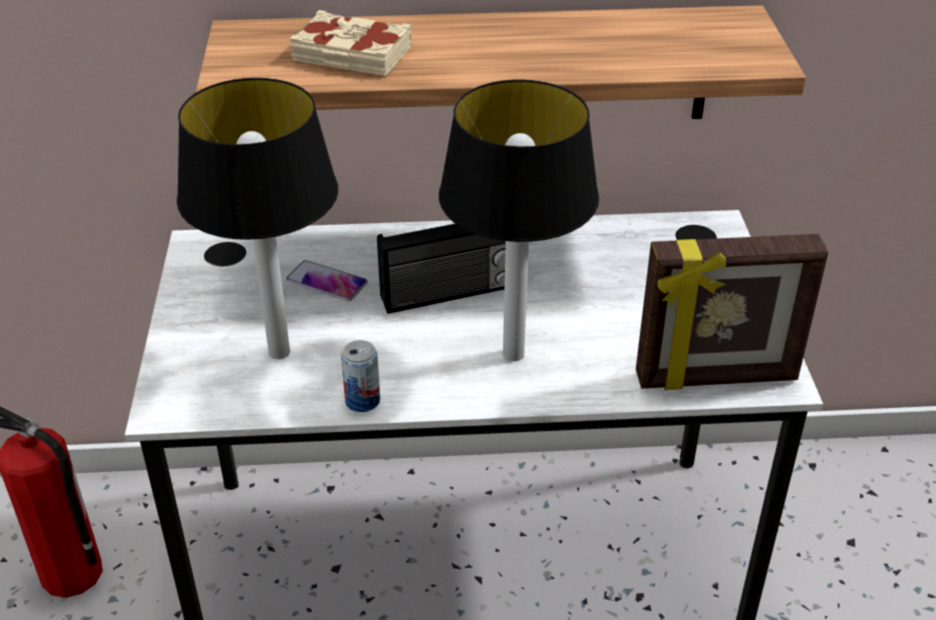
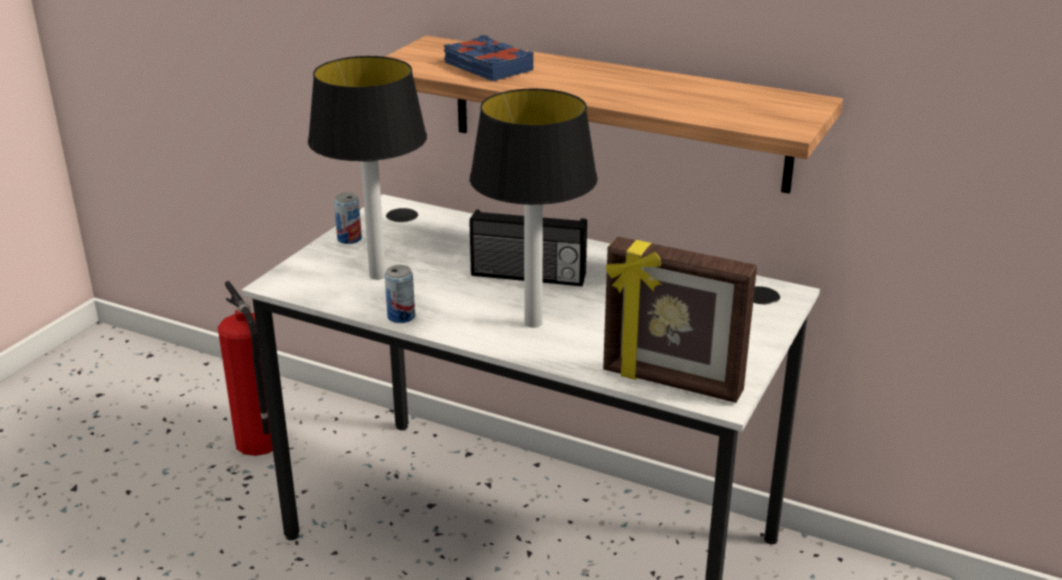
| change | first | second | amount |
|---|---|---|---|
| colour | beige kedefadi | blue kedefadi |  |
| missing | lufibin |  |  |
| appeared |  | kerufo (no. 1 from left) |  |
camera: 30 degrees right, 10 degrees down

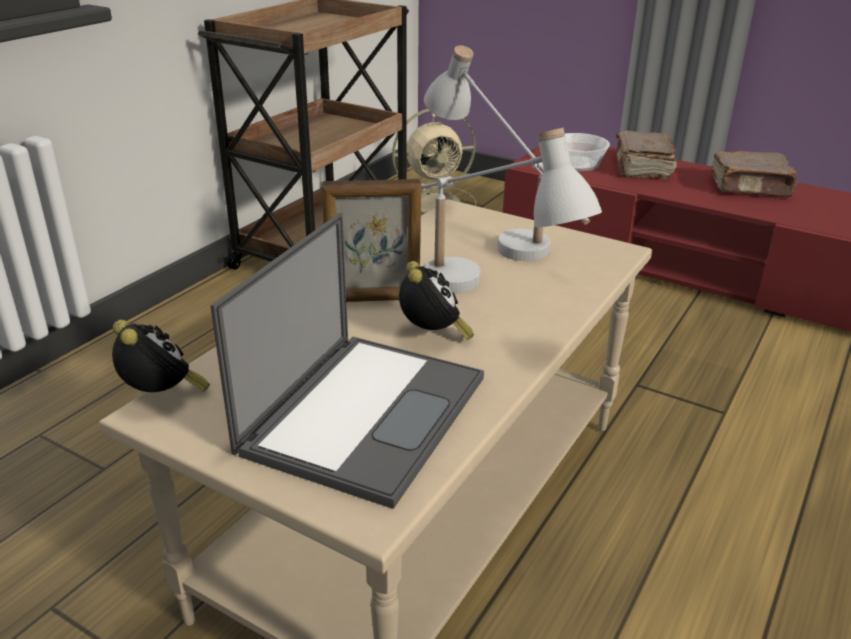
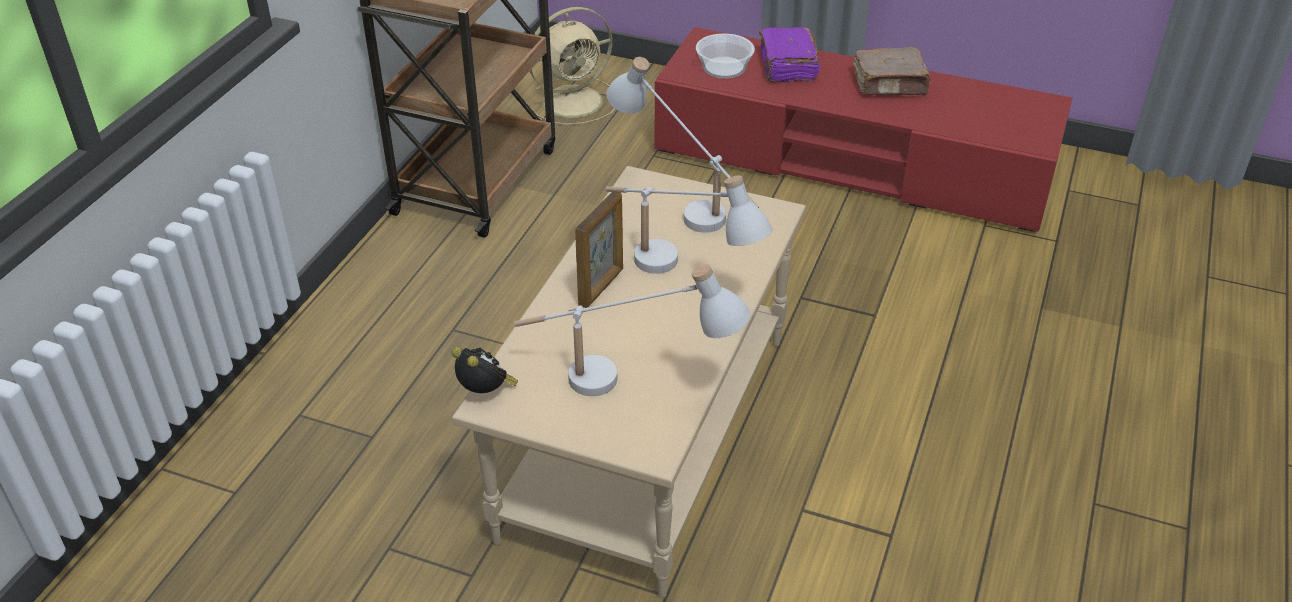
| change | first | second | amount |
|---|---|---|---|
| colour | brown kedefadi (no. 1 from left) | purple kedefadi |  |
| spun | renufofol |  | 45 degrees counterclockwise |
| exchanged | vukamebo | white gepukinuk (no. 1 from left) |  |
| missing | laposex (no. 2 from left) |  |  |
camera: 10 degrees left, 10 degrees up

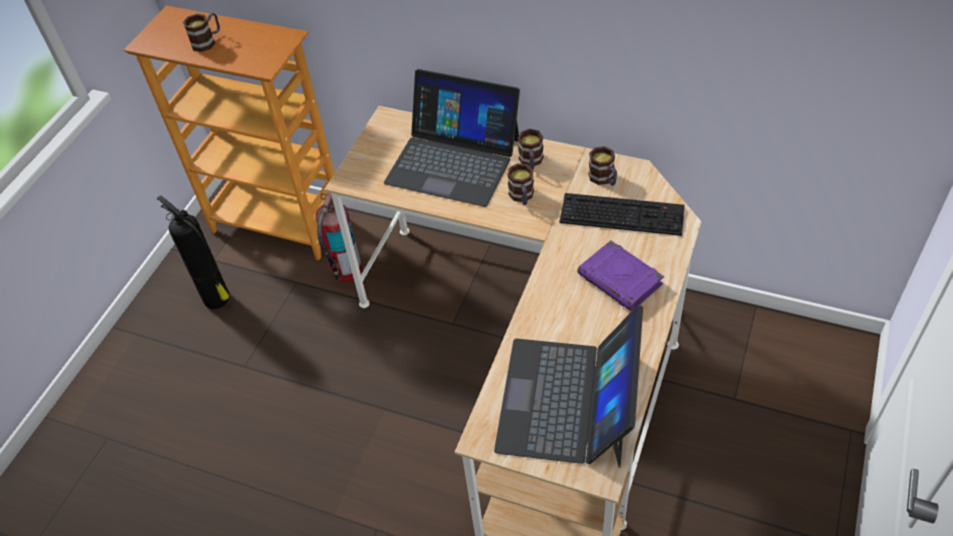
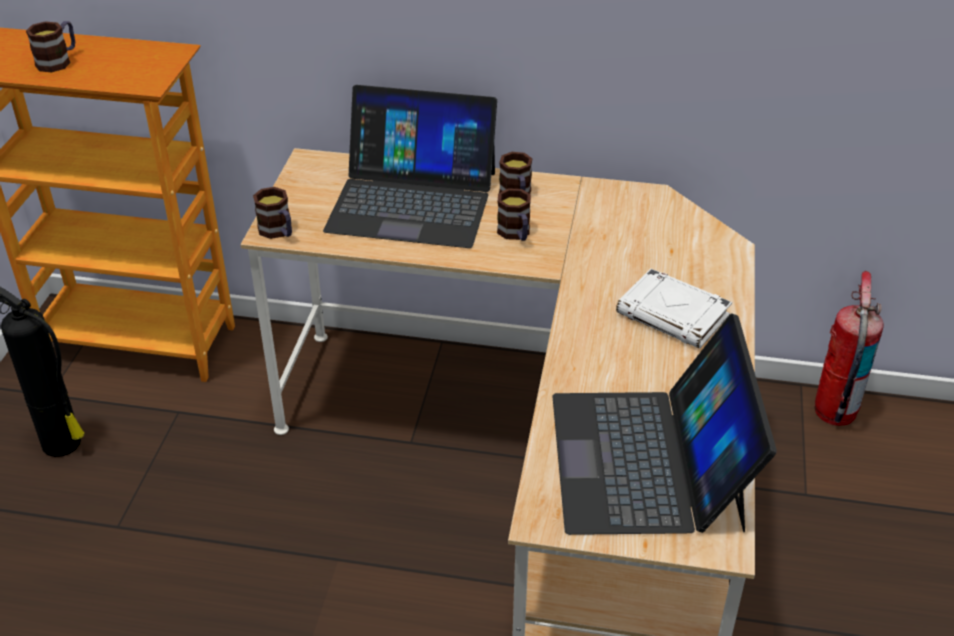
| change | first | second | amount |
|---|---|---|---|
| relocated | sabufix (no. 4 from left in the first image) | sabufix (no. 2 from left) |  |
| relocated | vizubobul (no. 2 from left) |  |  |
| missing | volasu |  |  |
| colour | purple kedefadi | white kedefadi |  |
camera: 15 degrees left, 10 degrees down

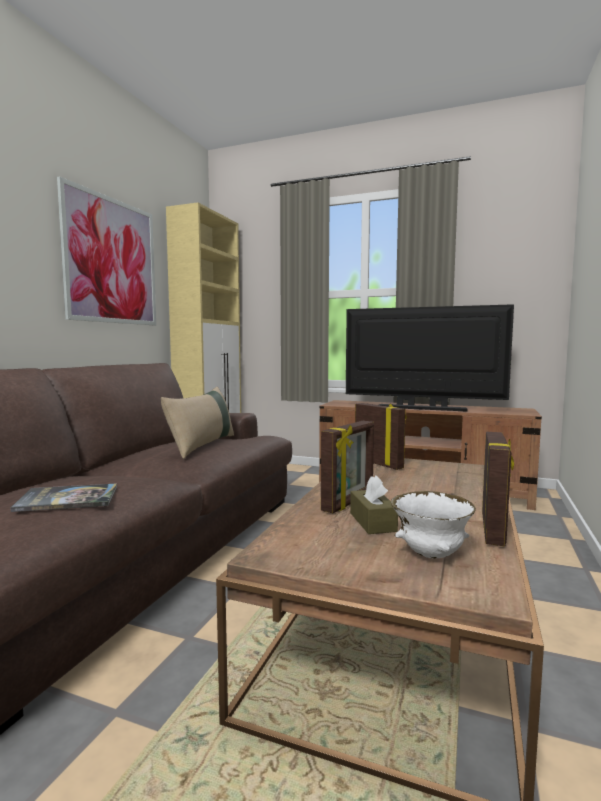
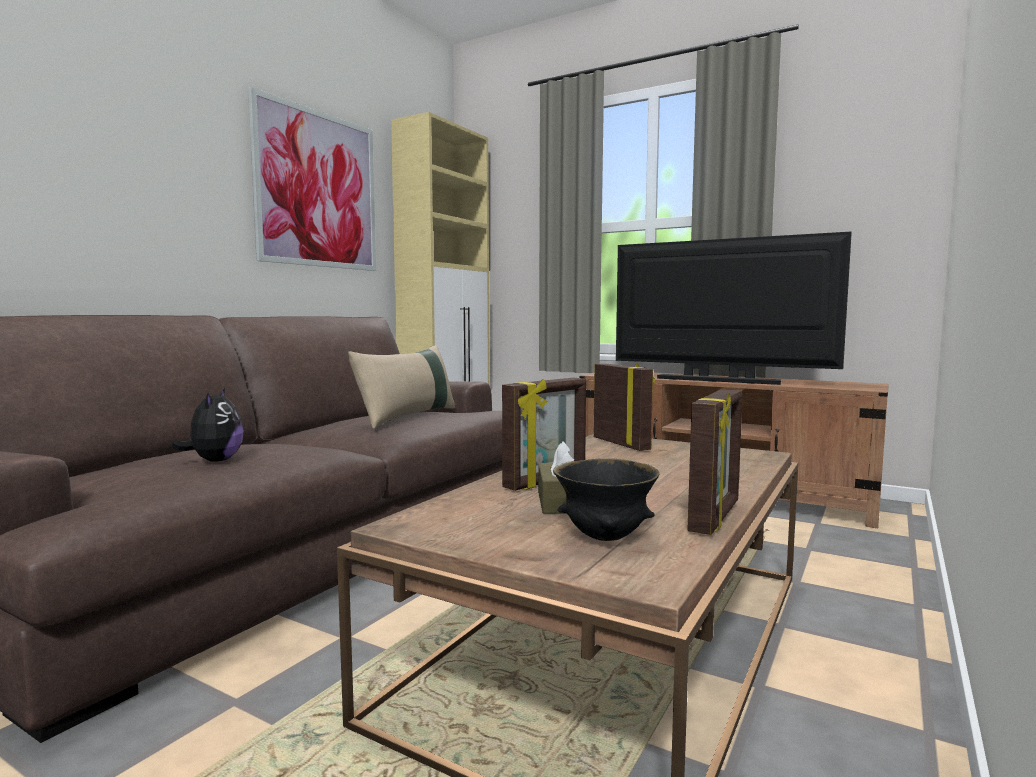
| change | first | second | amount |
|---|---|---|---|
| exchanged | kedefadi | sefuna |  |
| colour | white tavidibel | black tavidibel |  |
camera: 10 degrees right, 0 degrees up

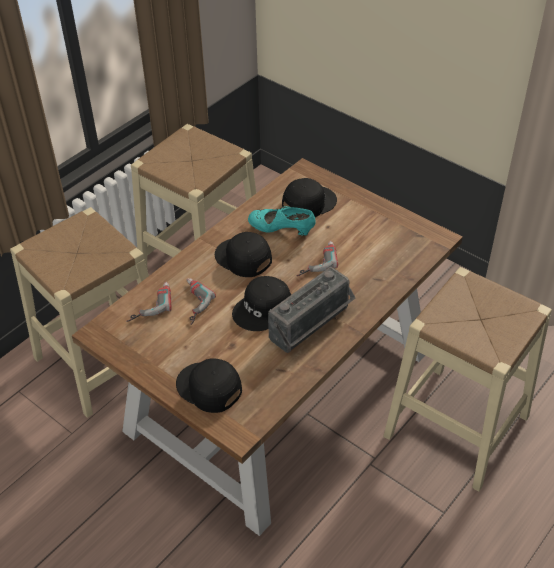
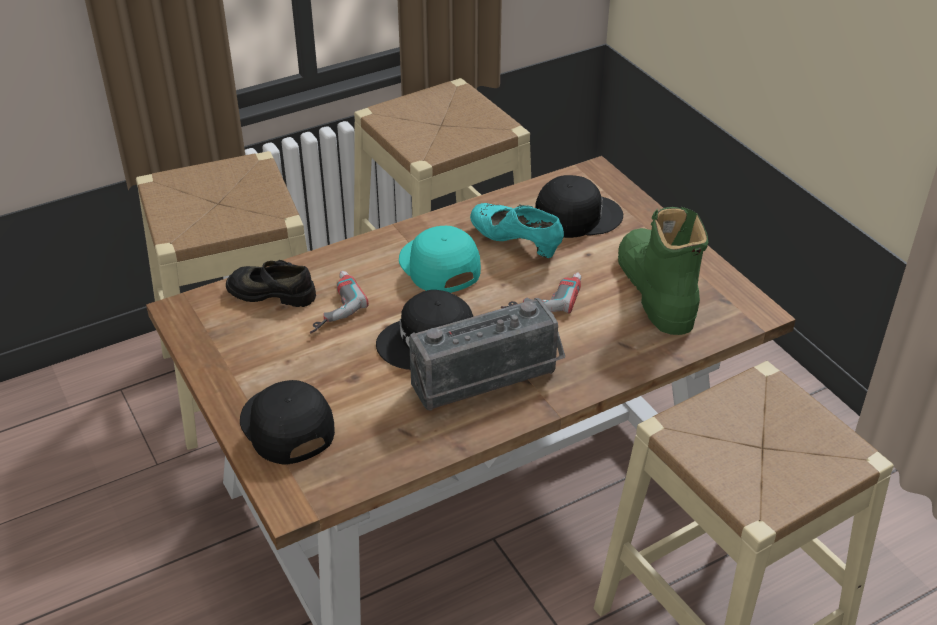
| change | first | second | amount |
|---|---|---|---|
| colour | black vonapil (no. 2 from left) | turquoise vonapil |  |
| exchanged | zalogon (no. 1 from left) | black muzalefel |  |
| appeared |  | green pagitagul |  |
camera: 20 degrees right, 5 degrees down

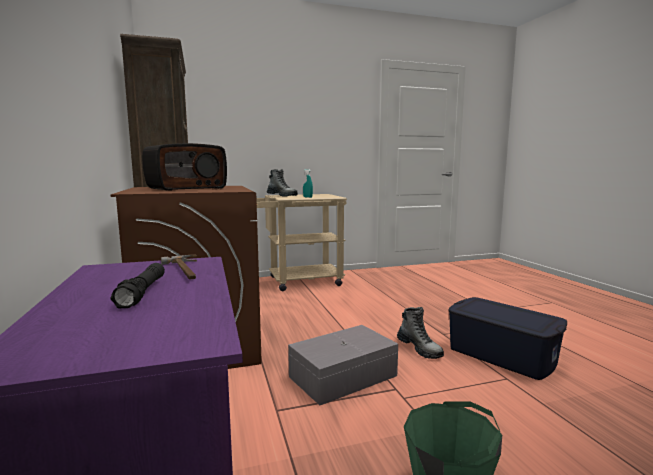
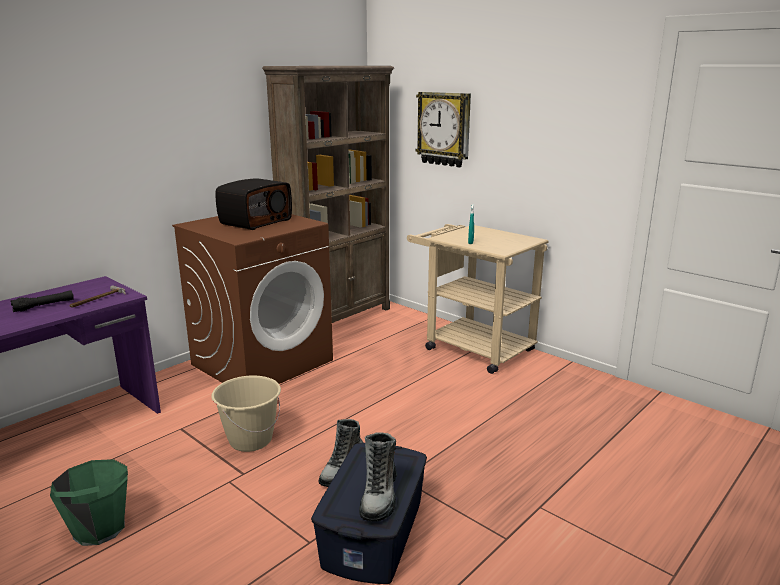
| change | first | second | amount |
|---|---|---|---|
| spun | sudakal |  | 75 degrees counterclockwise |
| relocated | pagitagul (no. 1 from left in the first image) | pagitagul (no. 2 from left) |  |
| exchanged | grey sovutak | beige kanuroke |  |
| appeared |  | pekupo |  |
camera: 60 degrees right, 10 degrees up

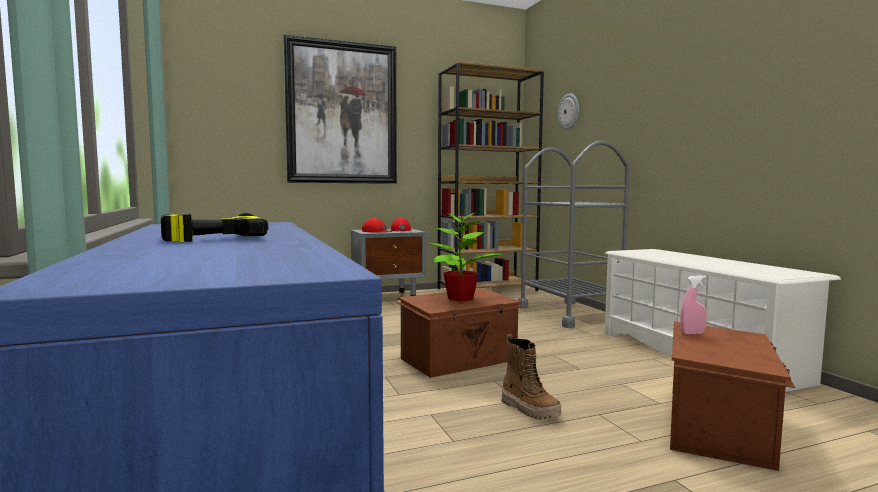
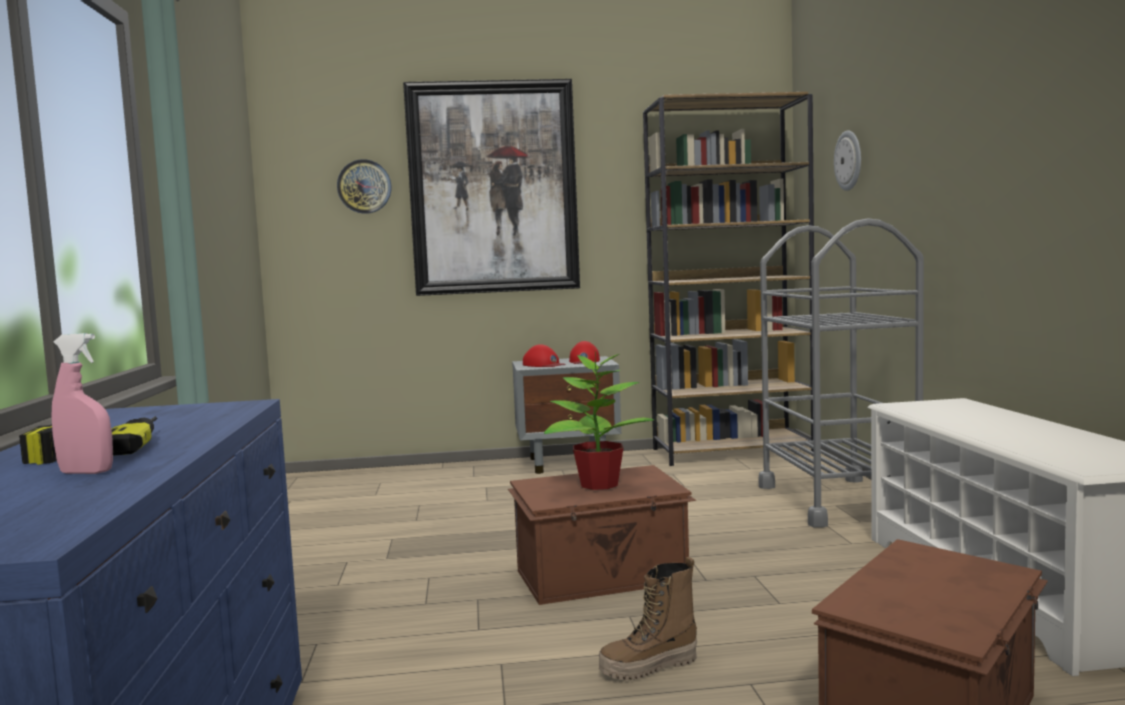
| change | first | second | amount |
|---|---|---|---|
| relocated | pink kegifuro |  |  |
| spun | pagitagul |  | 90 degrees clockwise |
| appeared |  | pekupo (no. 1 from left) |  |
camera: 15 degrees right, 0 degrees up

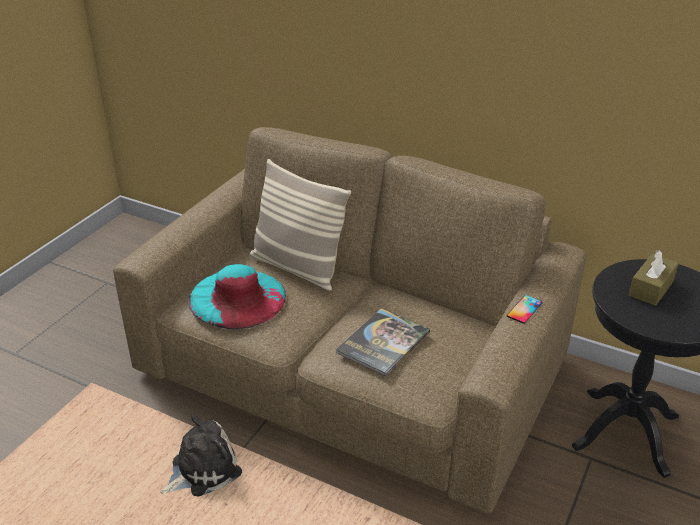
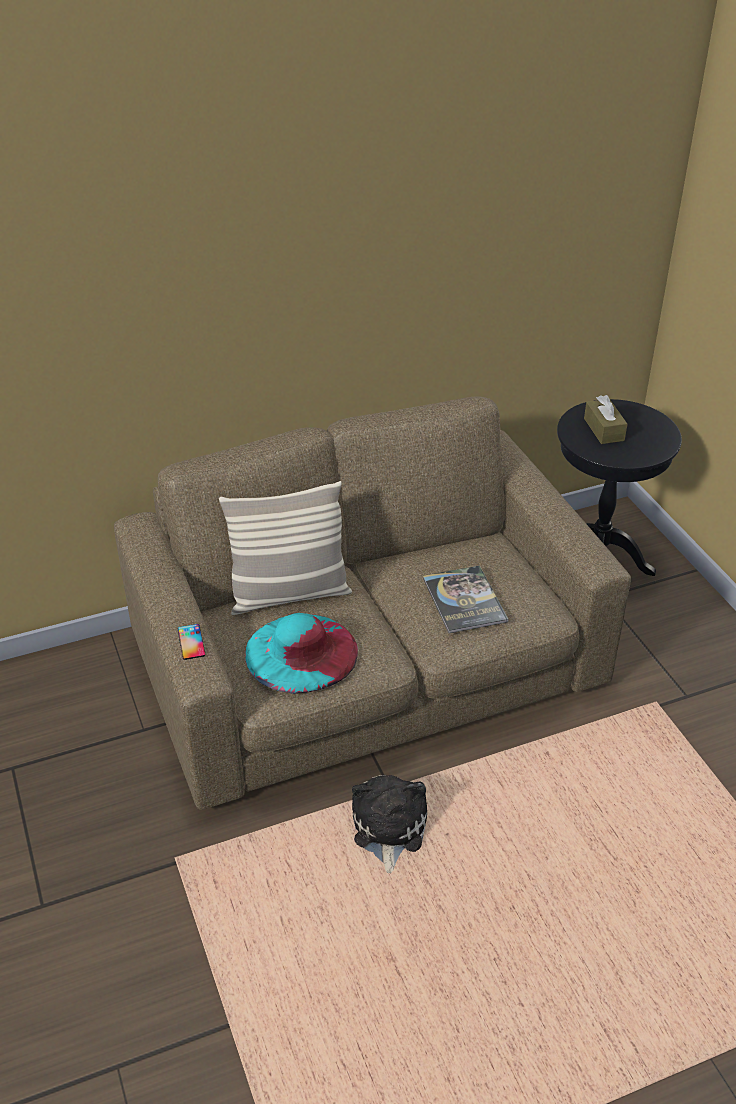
| change | first | second | amount |
|---|---|---|---|
| relocated | lufibin |  |  |
camera: 50 degrees left, 5 degrees up

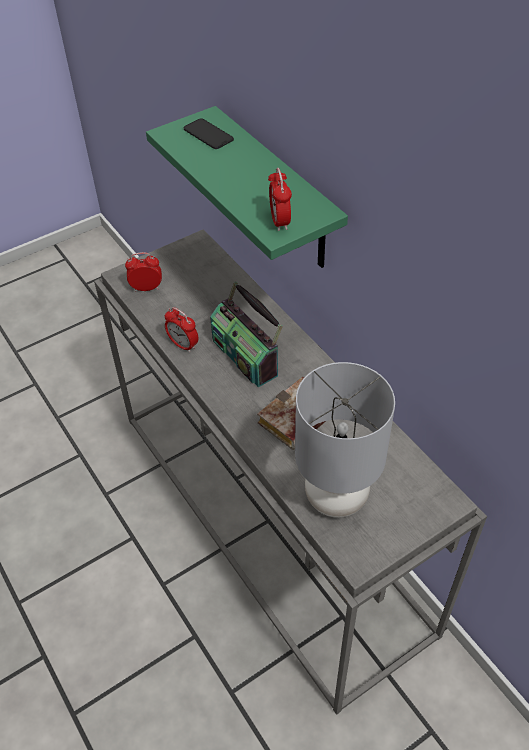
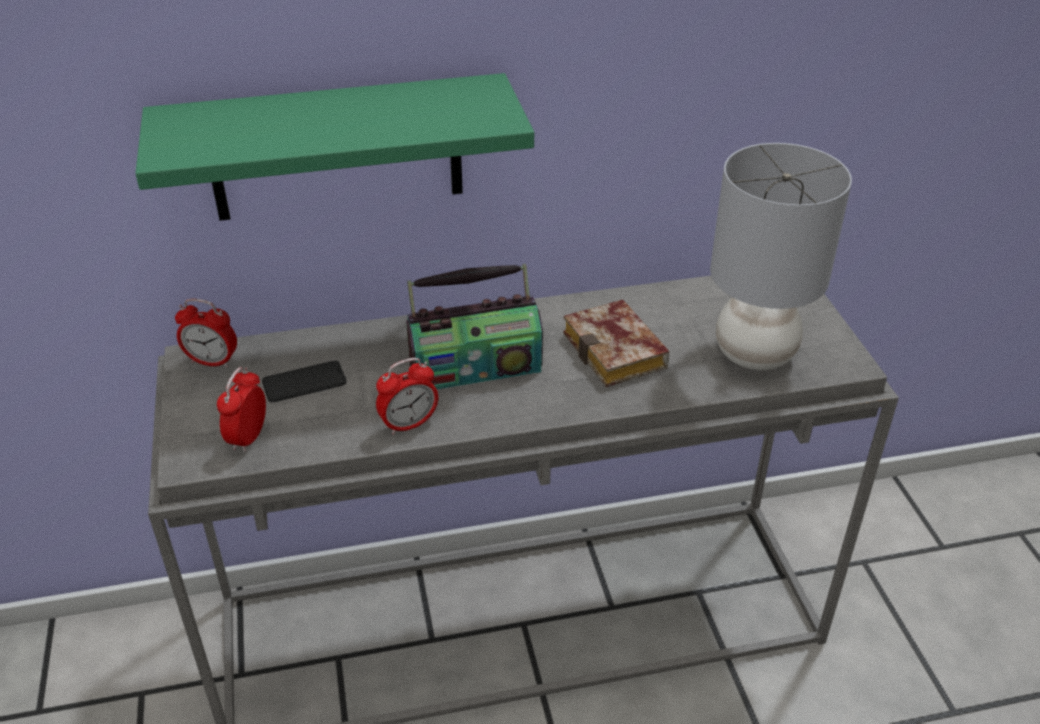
| change | first | second | amount |
|---|---|---|---|
| relocated | lufibin |  |  |
| relocated | laposex (no. 3 from left in the first image) | laposex (no. 1 from left) |  |
camera: 70 degrees left, 10 degrees down

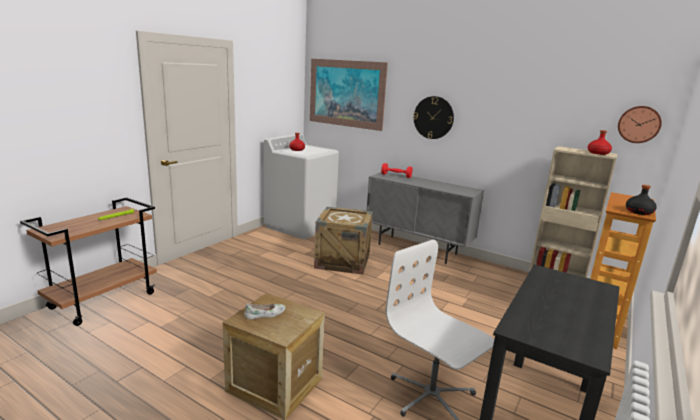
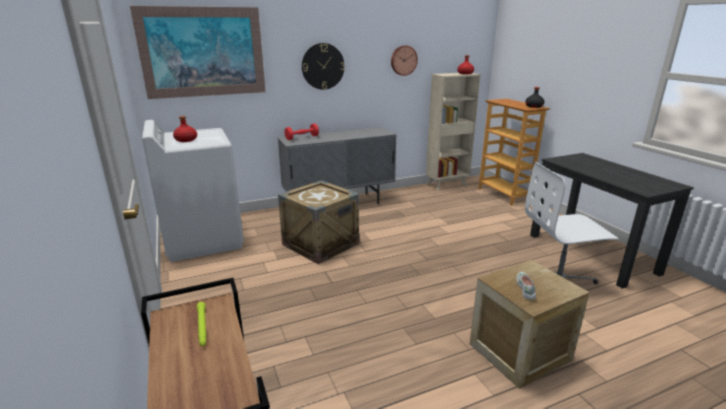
| change | first | second | amount |
|---|---|---|---|
| relocated | pekupo (no. 2 from left) |  |  |
camera: 55 degrees left, 5 degrees up

